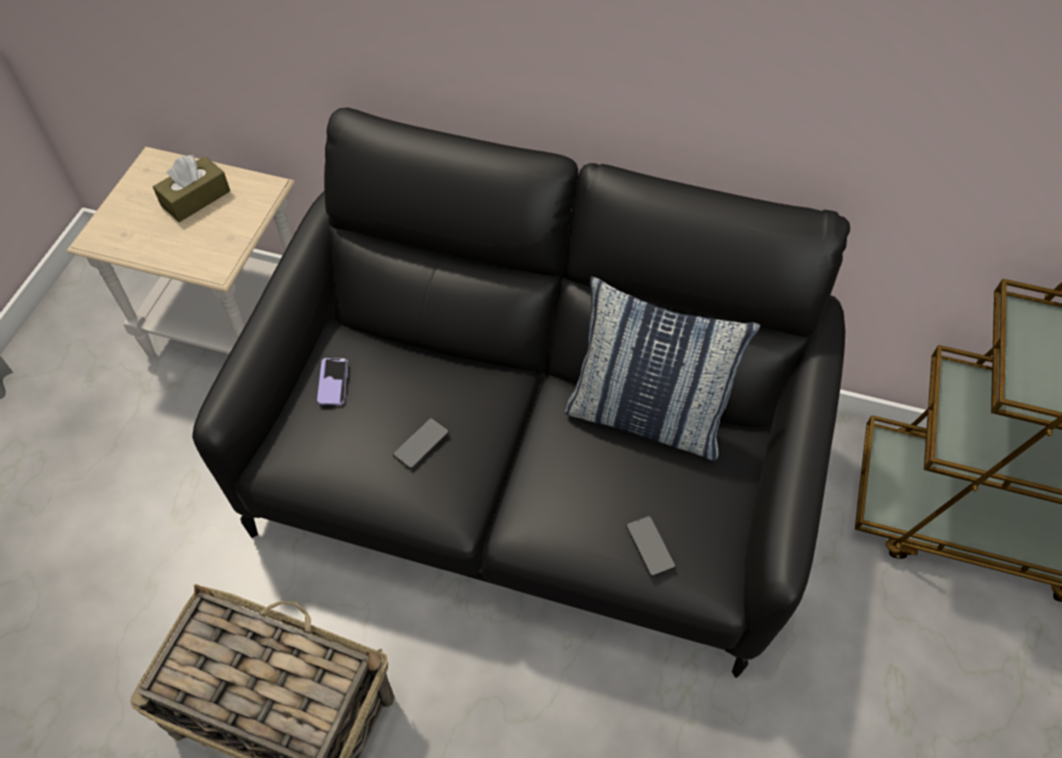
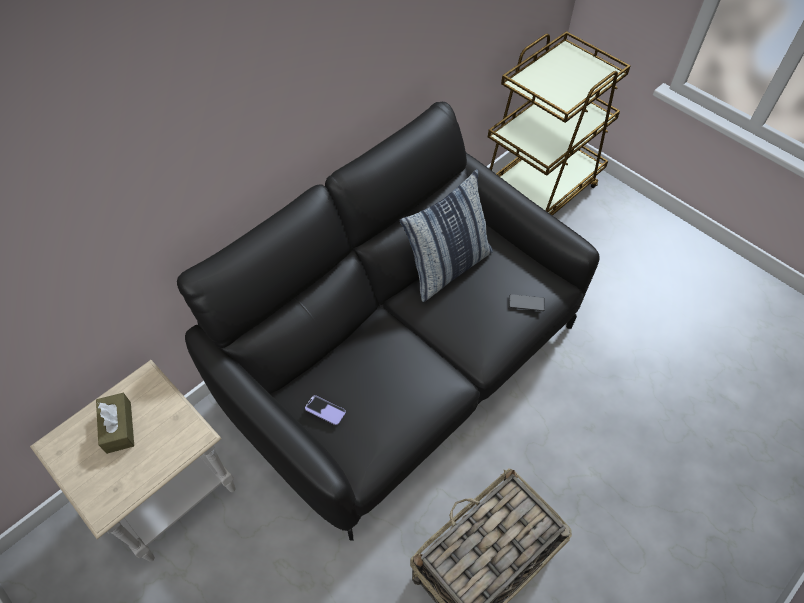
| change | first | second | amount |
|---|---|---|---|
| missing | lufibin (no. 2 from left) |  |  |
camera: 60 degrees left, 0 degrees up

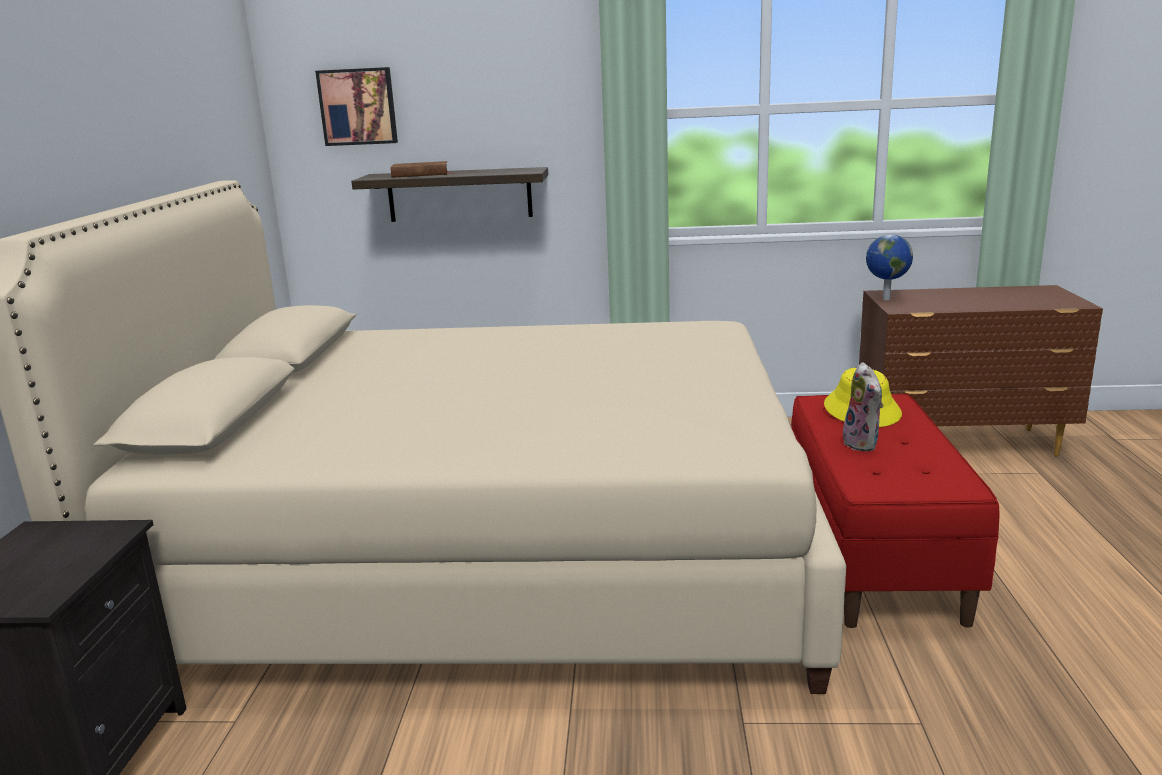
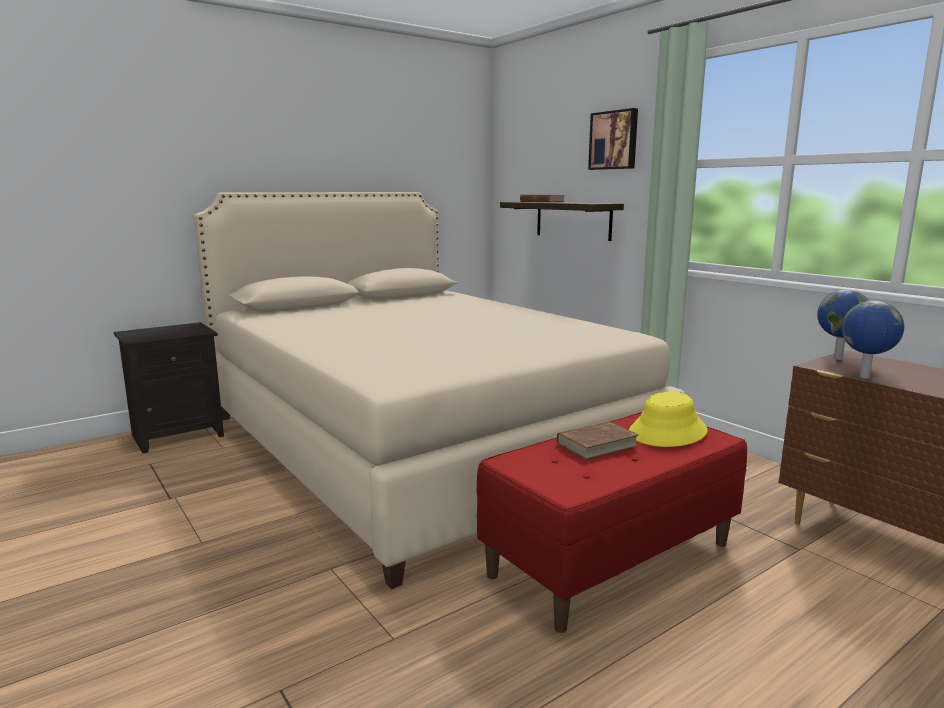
| change | first | second | amount |
|---|---|---|---|
| relocated | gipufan |  |  |
| exchanged | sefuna | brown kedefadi (no. 2 from left) |  |
| appeared |  | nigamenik (no. 2 from left) |  |
camera: 50 degrees right, 5 degrees down

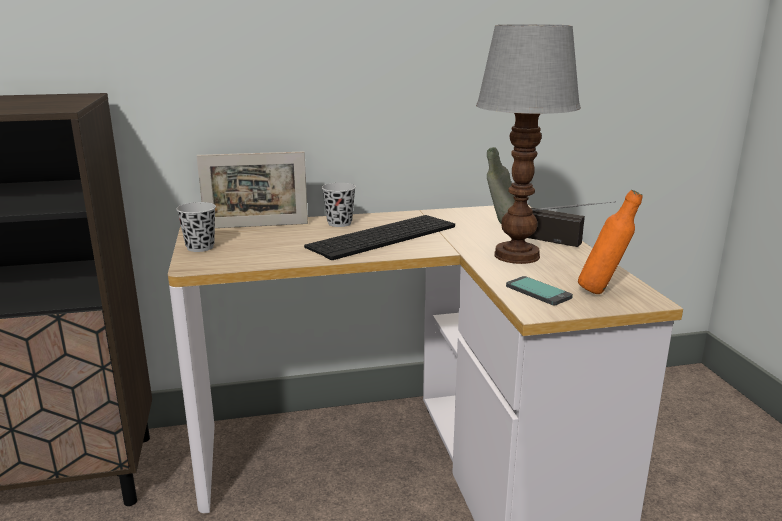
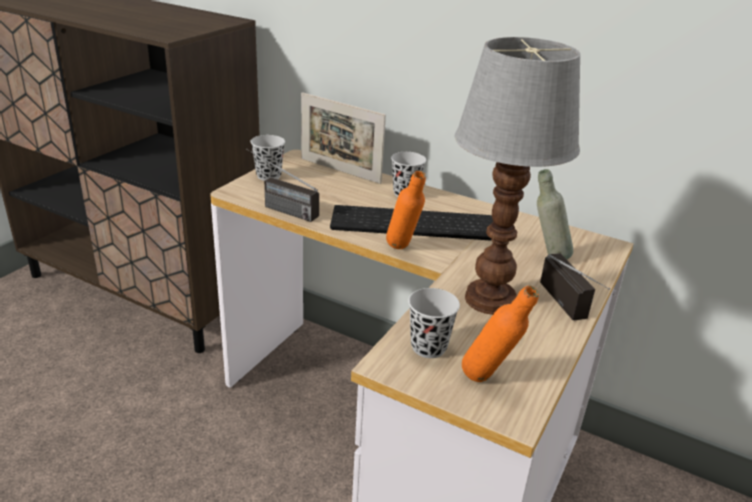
| change | first | second | amount |
|---|---|---|---|
| exchanged | lufibin | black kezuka (no. 3 from left) |  |
| appeared |  | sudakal (no. 1 from left) |  |
| appeared |  | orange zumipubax (no. 1 from left) |  |
camera: 40 degrees right, 10 degrees up

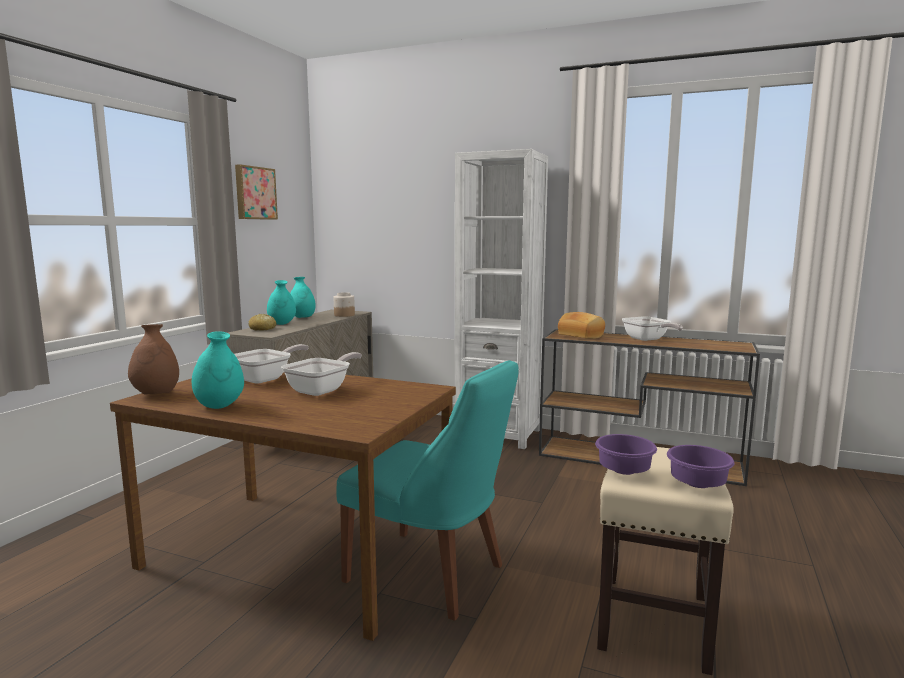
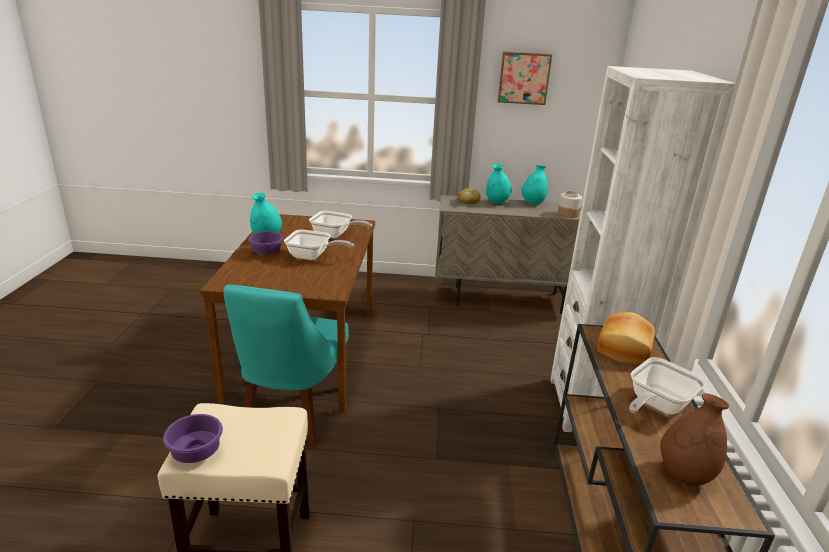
| change | first | second | amount |
|---|---|---|---|
| relocated | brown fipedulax |  |  |
| relocated | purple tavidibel (no. 1 from left in the first image) | purple tavidibel (no. 2 from left) |  |
camera: 70 degrees right, 15 degrees up

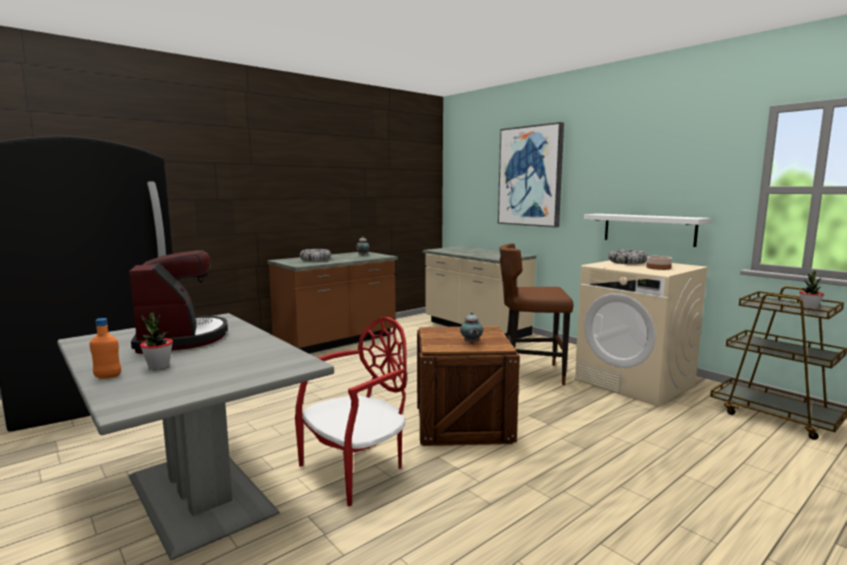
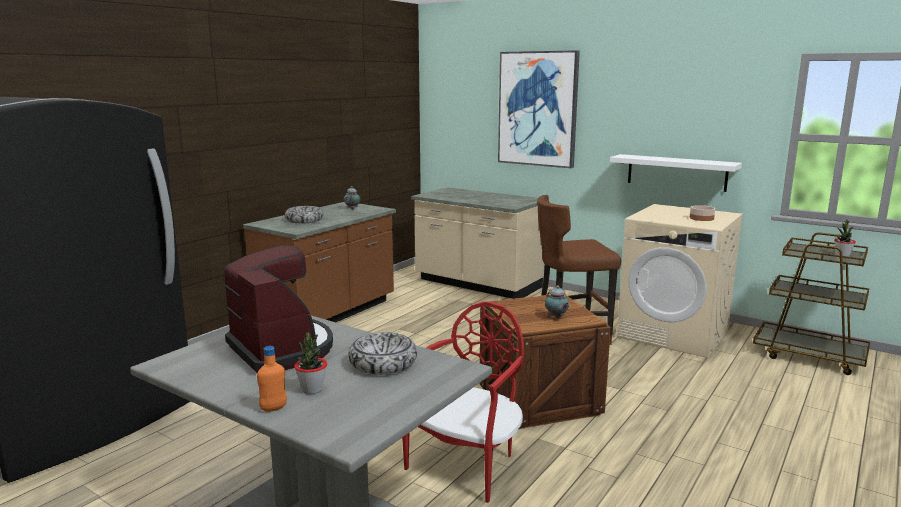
| change | first | second | amount |
|---|---|---|---|
| relocated | tavidibel (no. 2 from left) |  |  |
camera: 15 degrees left, 5 degrees up

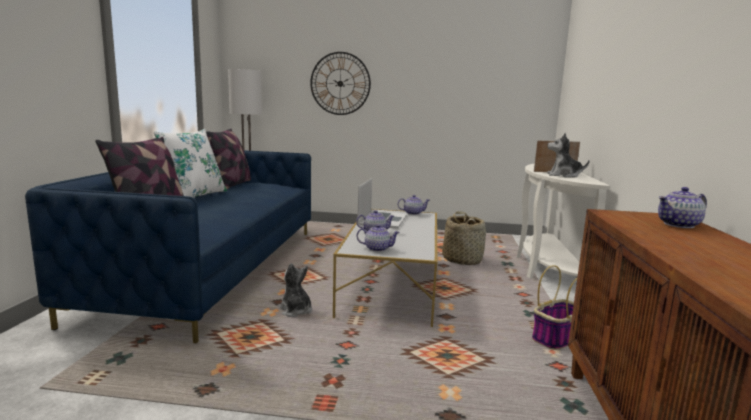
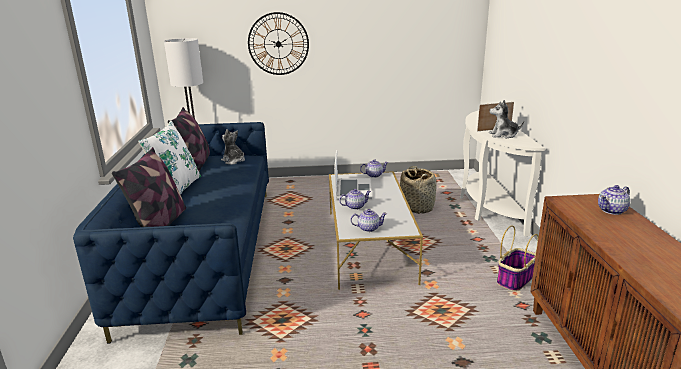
| change | first | second | amount |
|---|---|---|---|
| relocated | sefuna (no. 1 from left) |  |  |
camera: 10 degrees left, 10 degrees up

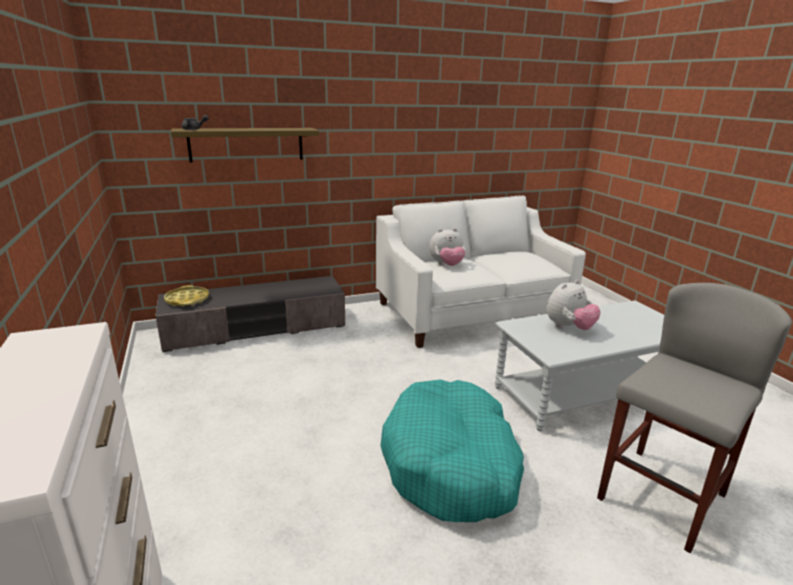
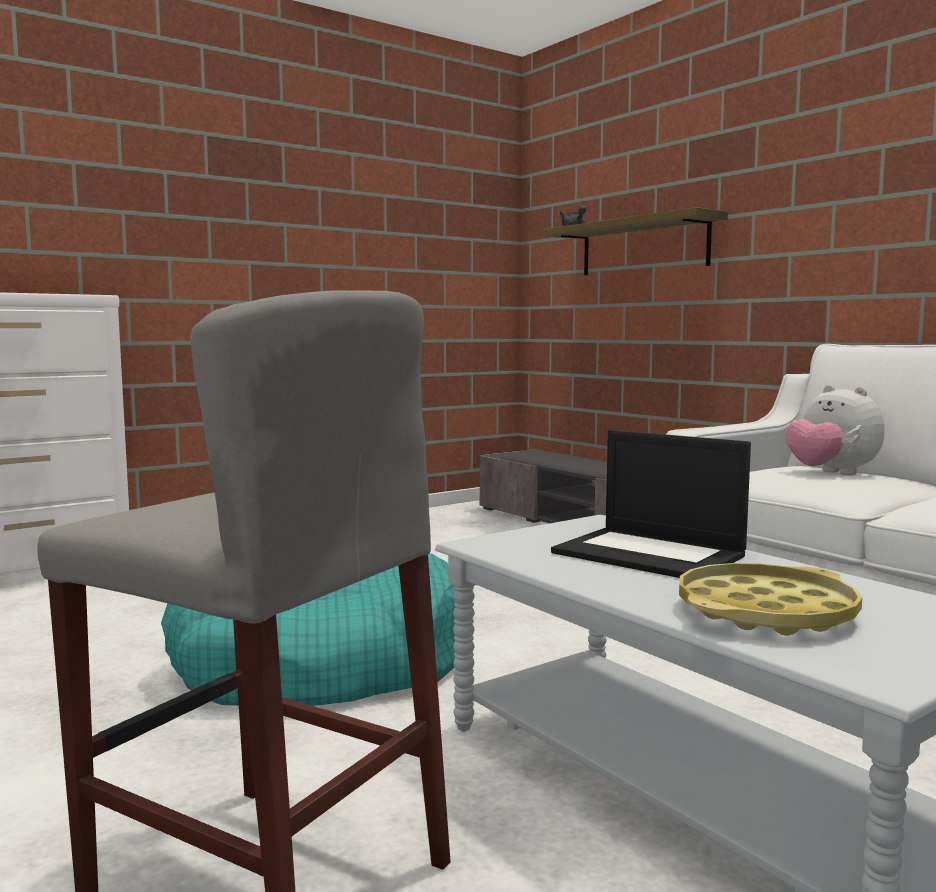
| change | first | second | amount |
|---|---|---|---|
| exchanged | sefuna (no. 2 from left) | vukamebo |  |
| relocated | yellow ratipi |  |  |
camera: 75 degrees right, 15 degrees down

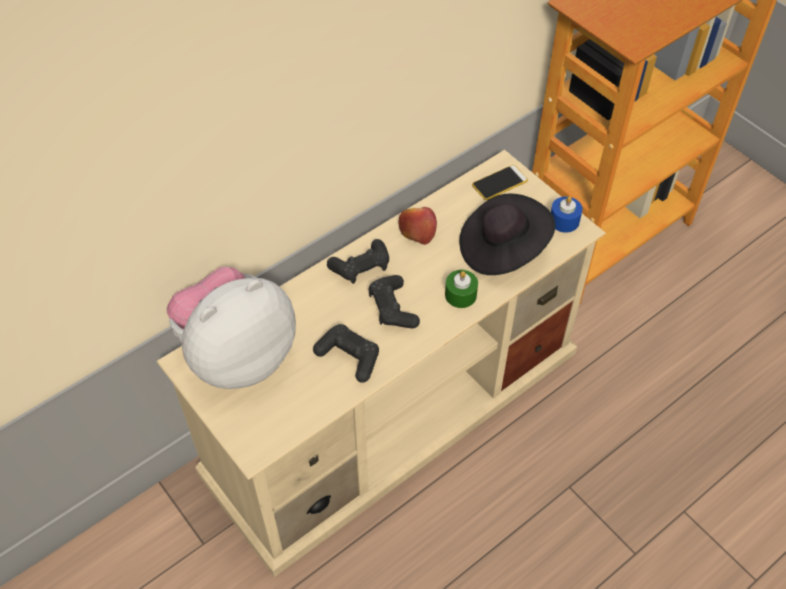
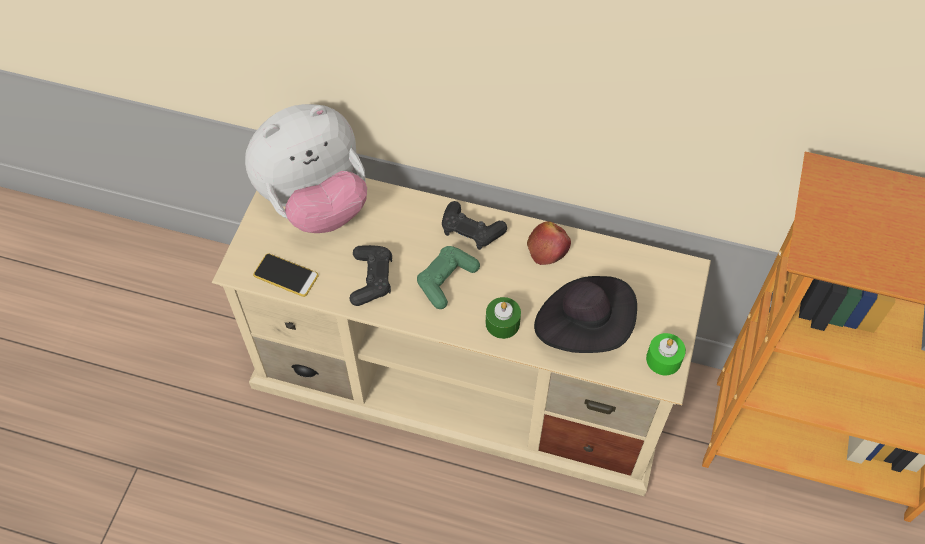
| change | first | second | amount |
|---|---|---|---|
| relocated | lufibin |  |  |
| colour | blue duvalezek | green duvalezek (no. 2 from left) |  |
| spun | sefuna |  | 135 degrees clockwise |
| colour | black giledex (no. 3 from left) | green giledex |  |
camera: 55 degrees right, 5 degrees up

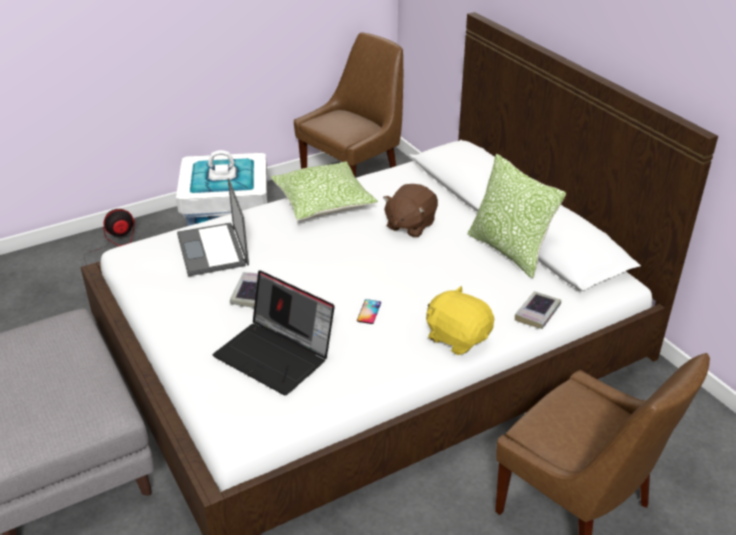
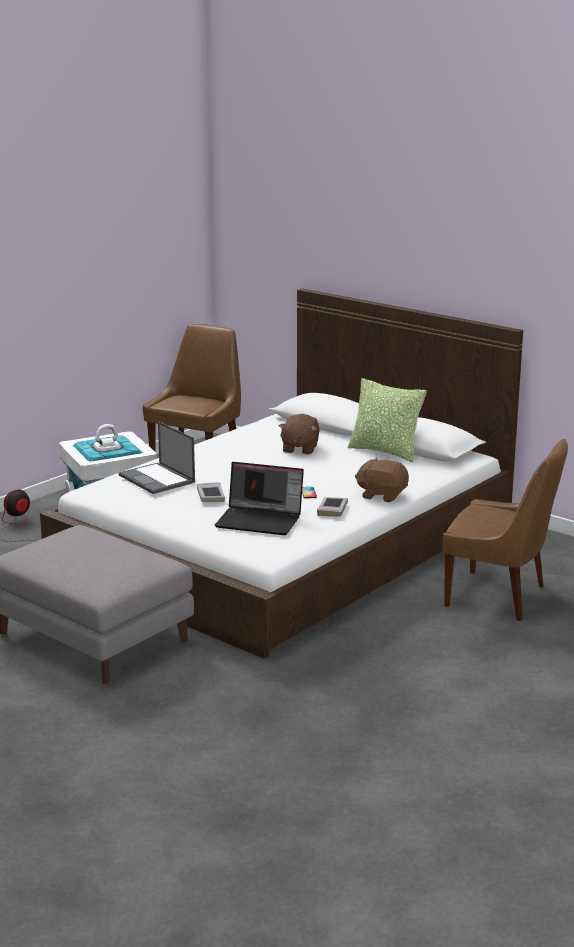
| change | first | second | amount |
|---|---|---|---|
| missing | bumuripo (no. 1 from left) |  |  |
| colour | yellow sefuna | brown sefuna (no. 2 from left) |  |
| relocated | kedefadi (no. 2 from left) |  |  |
camera: 20 degrees left, 15 degrees down

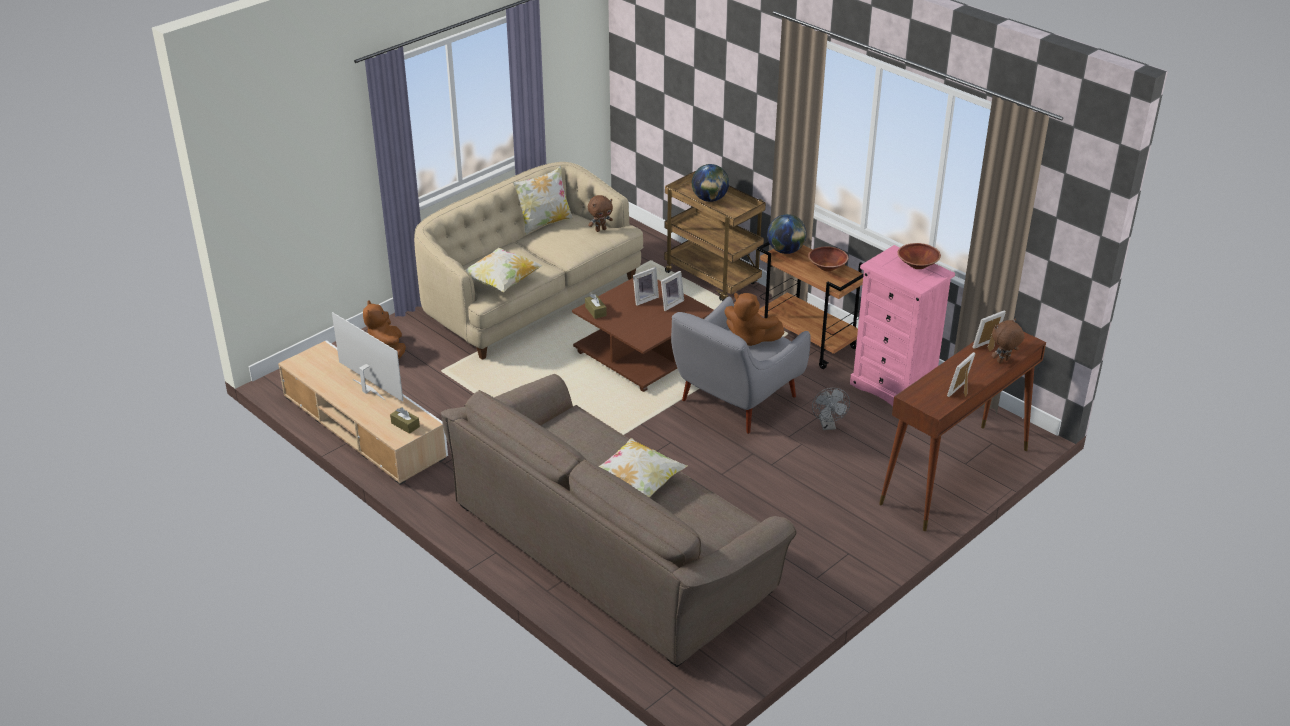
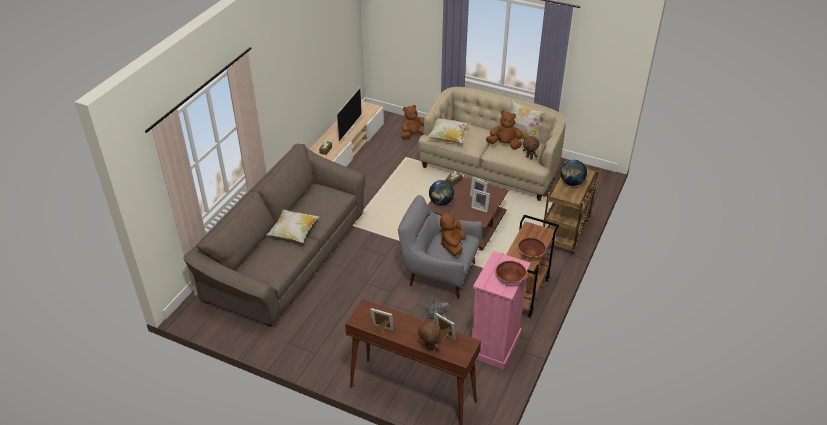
| change | first | second | amount |
|---|---|---|---|
| relocated | nigamenik (no. 2 from left in the first image) | nigamenik (no. 1 from left) |  |
| appeared |  | brown sefuna (no. 4 from left) |  |
camera: 70 degrees right, 5 degrees up

